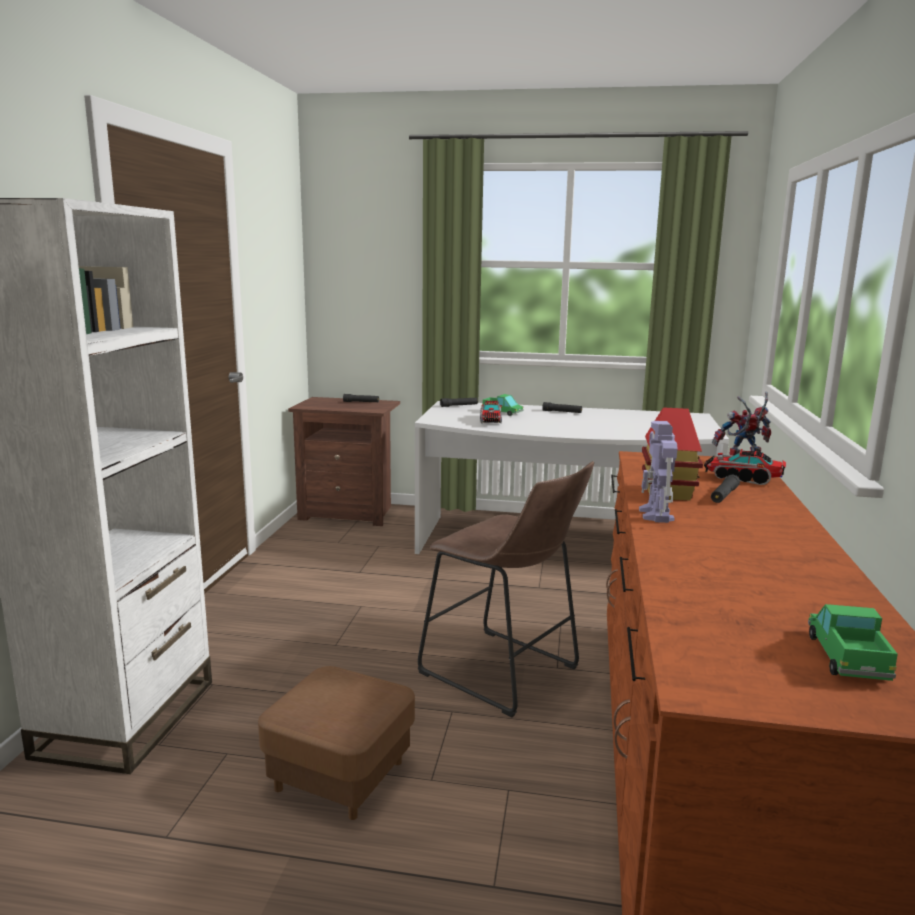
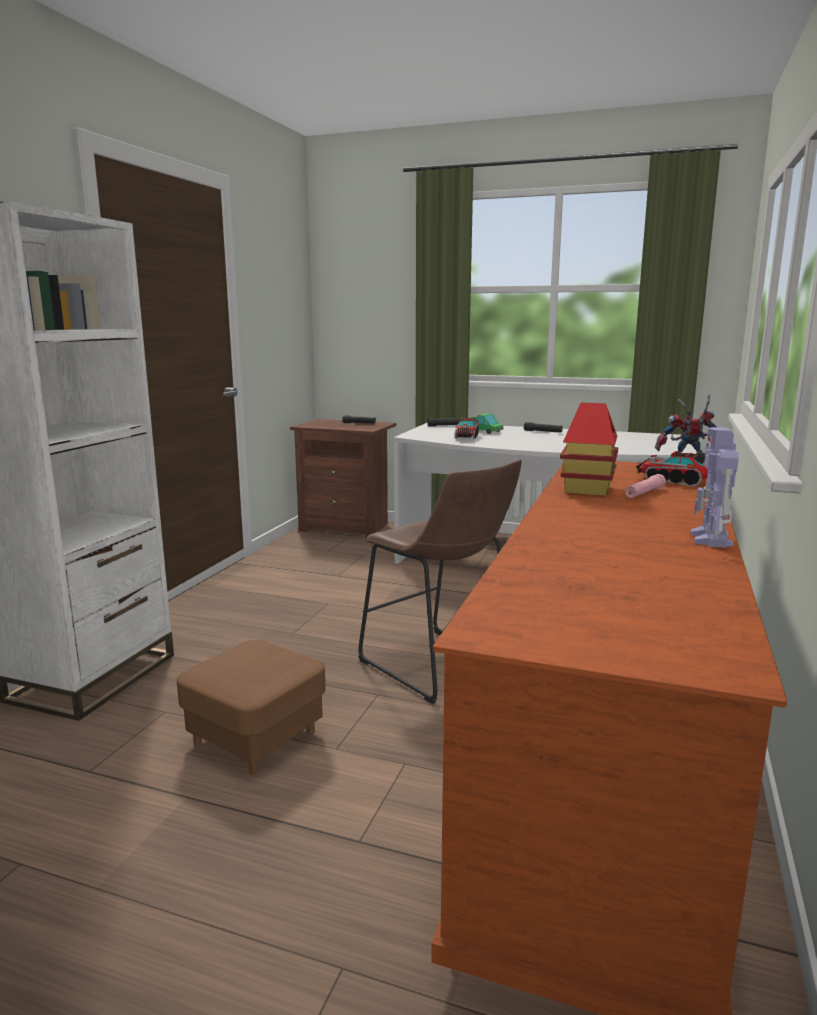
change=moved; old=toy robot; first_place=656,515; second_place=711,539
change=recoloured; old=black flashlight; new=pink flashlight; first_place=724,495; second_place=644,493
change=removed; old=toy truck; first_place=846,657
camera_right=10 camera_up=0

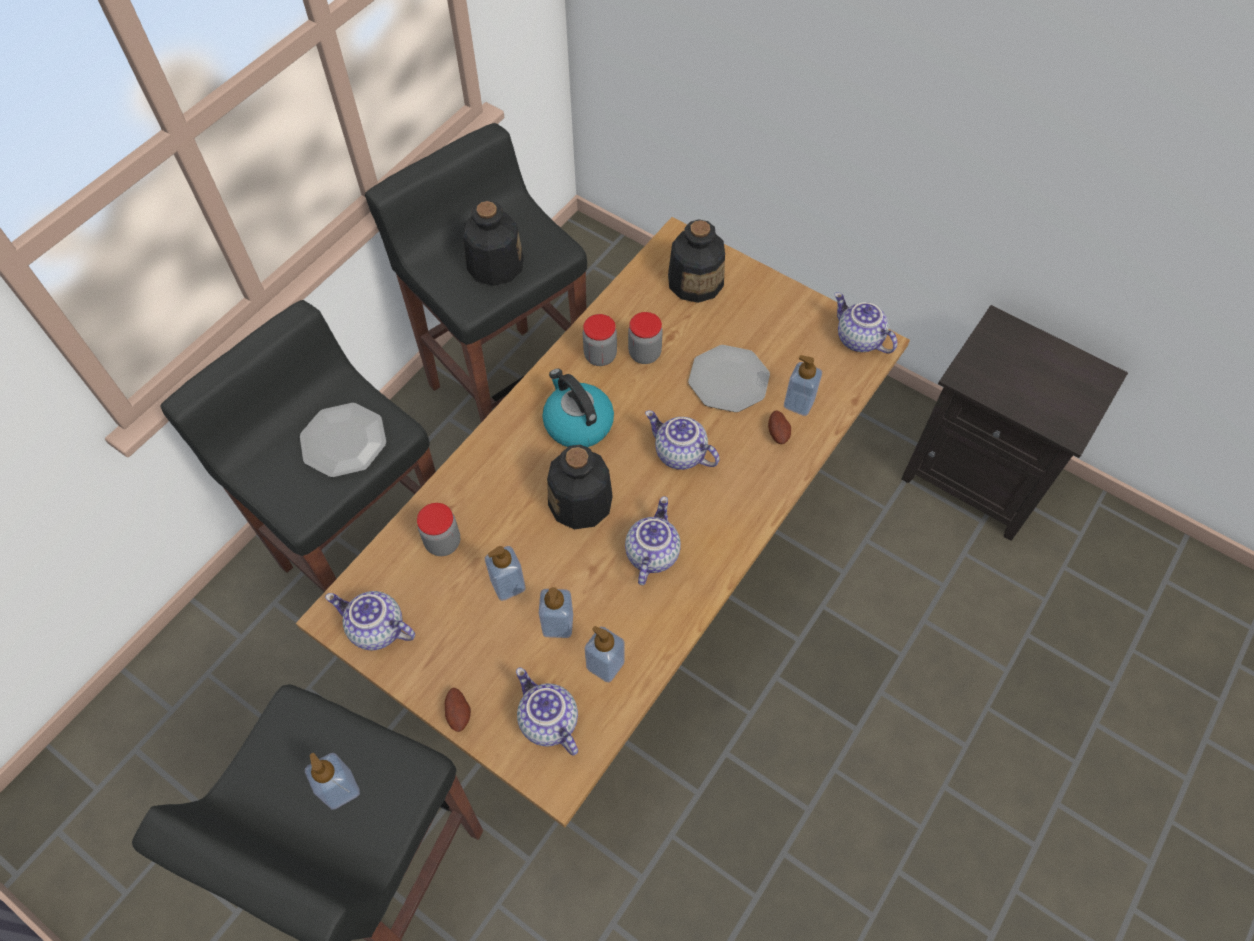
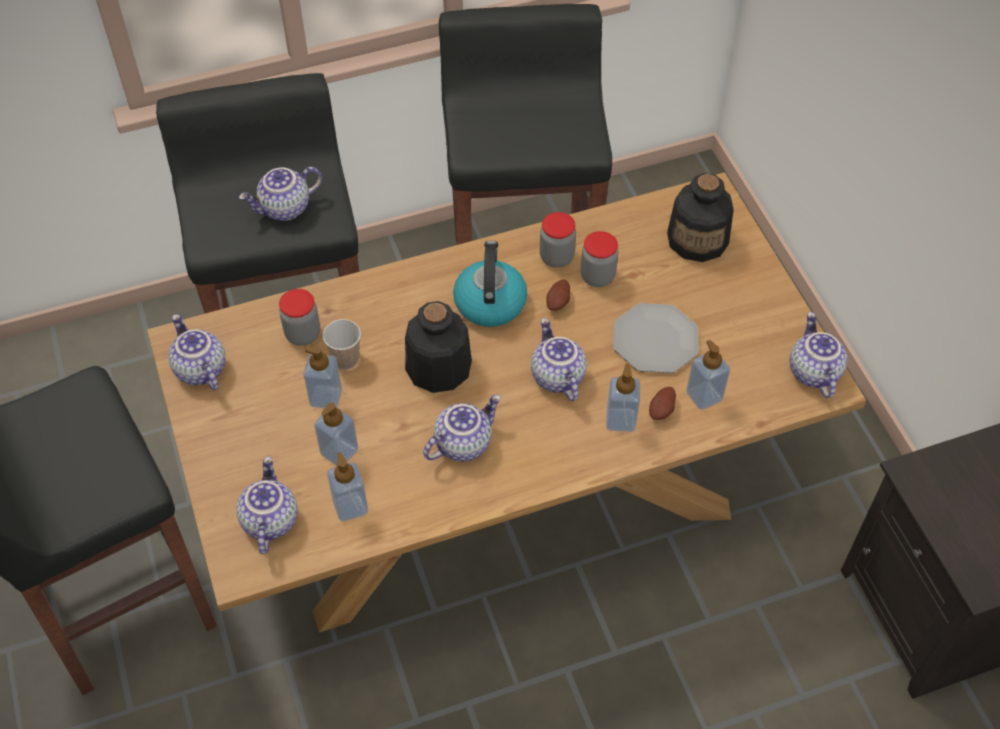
change=removed; old=bottle; first_place=494,265
change=replaced; old=plate; new=teapot; first_place=344,441; second_place=285,209
change=moved; old=potato; first_place=459,713; second_place=558,302
change=moved; old=soap dispenser; first_place=340,789; second_place=620,420
change=added; new=cup; second_place=346,359
camera_right=35 camera_up=-5

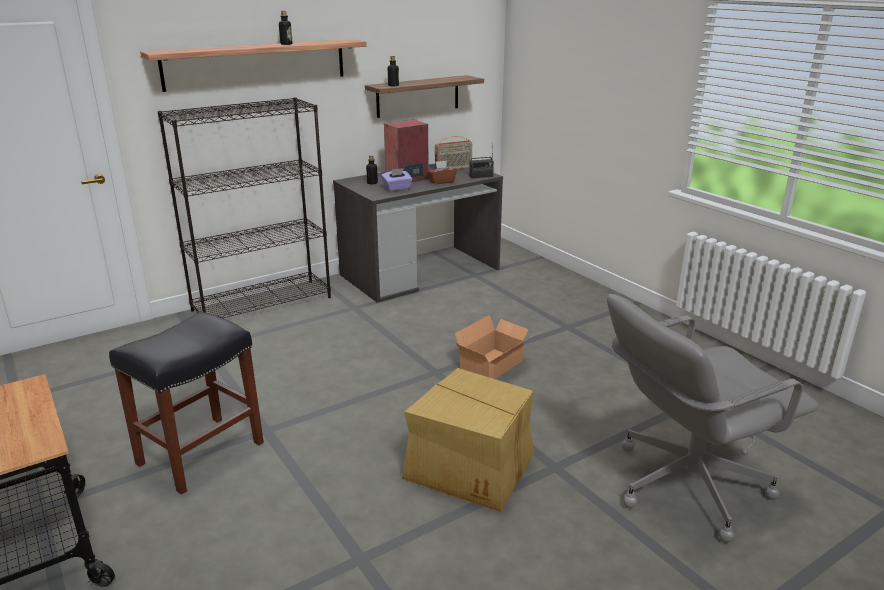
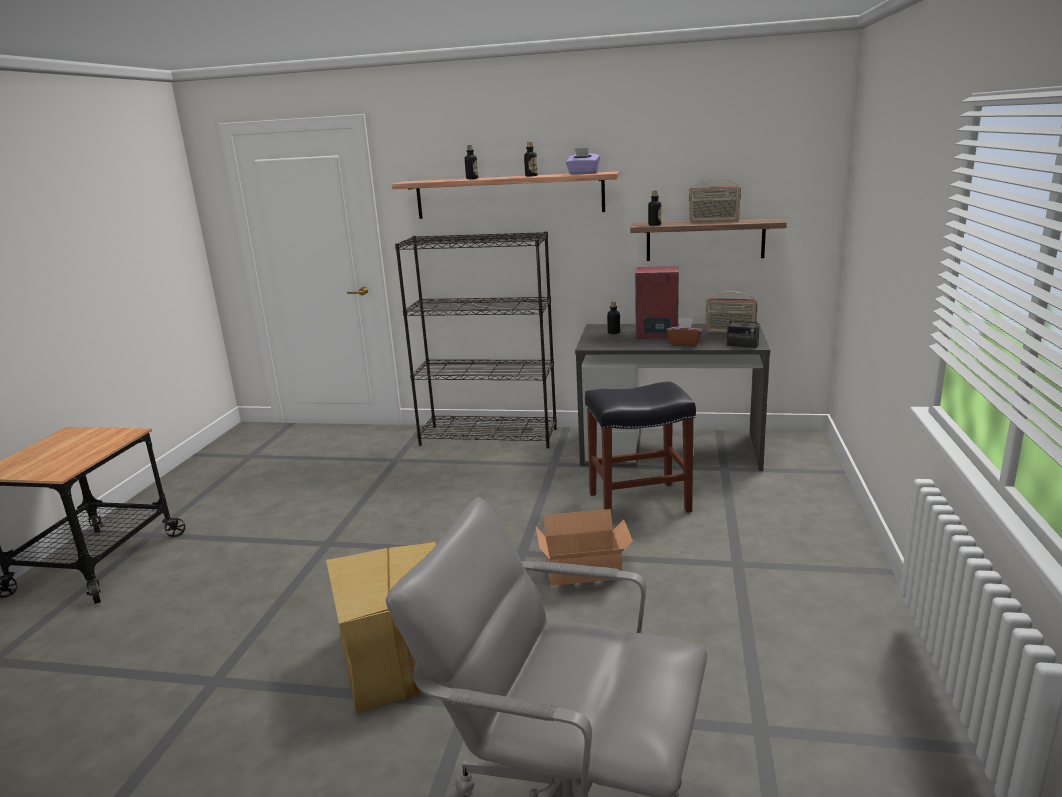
change=moved; old=purple tissue box; first_place=397,188; second_place=583,173
change=moved; old=black stool; first_place=200,454; second_place=638,503
change=added; new=bottle; second_place=472,178
change=added; new=radio; second_place=714,221
camera_right=45 camera_up=-5

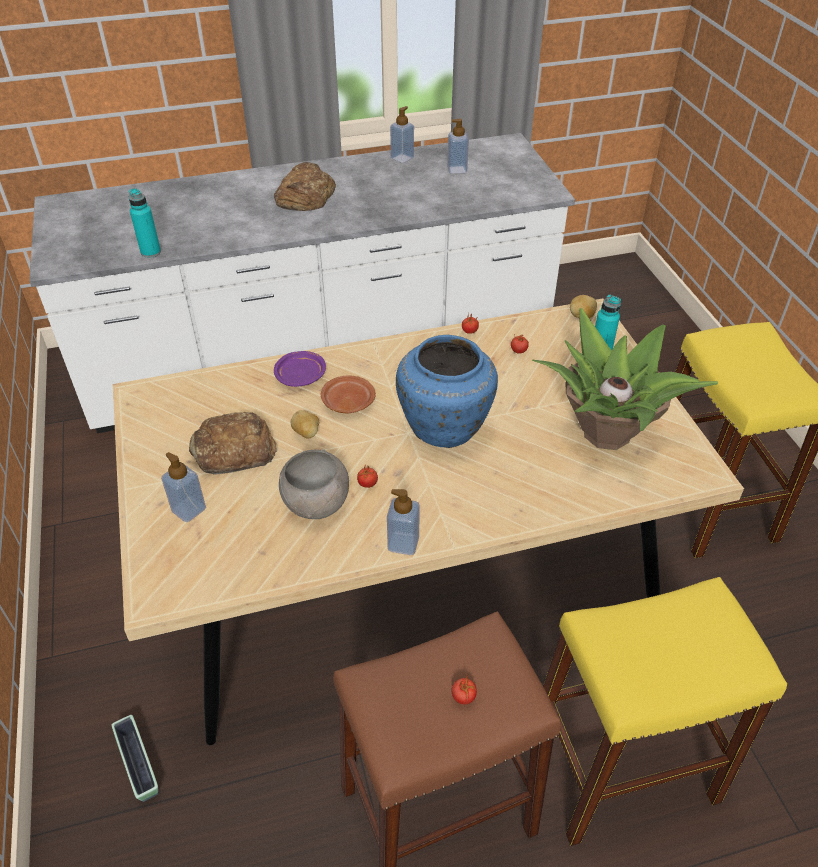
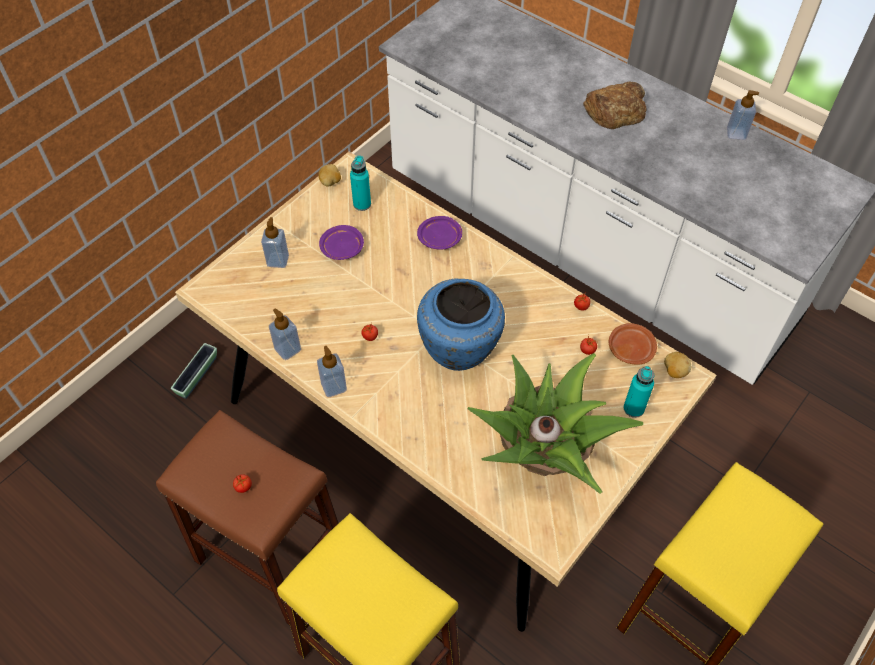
change=moved; old=soap dispenser; first_place=457,169; second_place=287,349
change=moved; old=turquoise bottle; first_place=151,252; second_place=362,204
change=moved; old=brown plate; first_place=347,402; second_place=630,348
change=moved; old=potato; first_place=307,433; second_place=330,182
change=replaced; old=bread; new=purple plate; first_place=233,450; second_place=342,248
change=removed; old=grey bowl; first_place=316,502
camera_right=55 camera_up=10

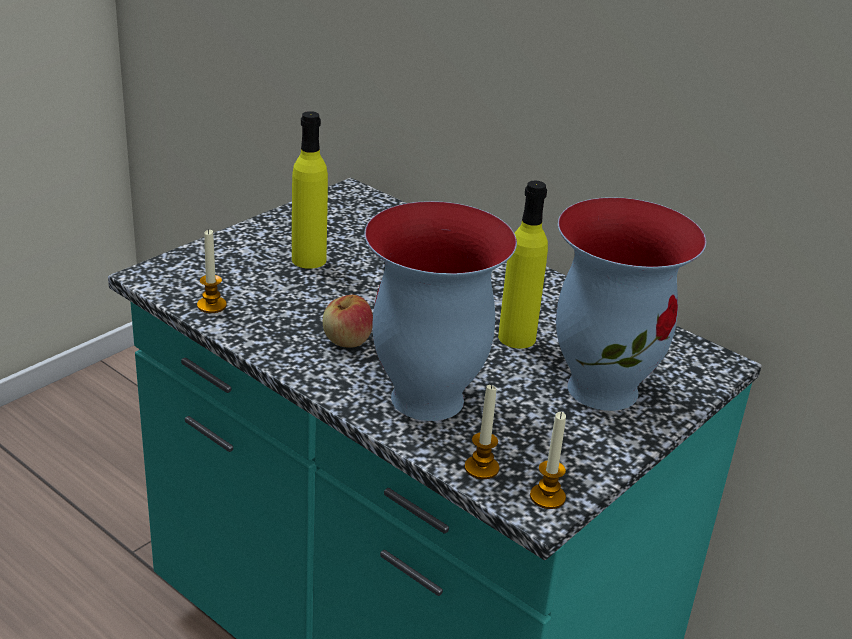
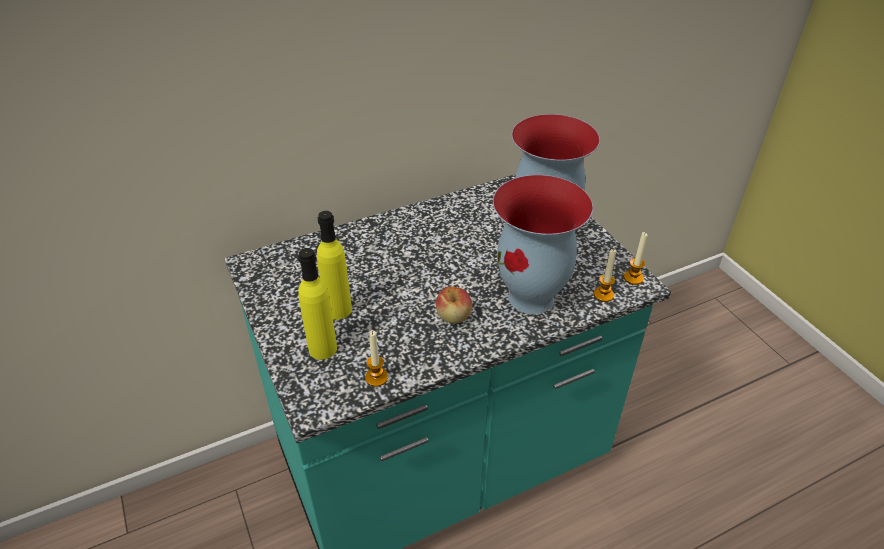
change=moved; old=yellow bottle; first_place=516,338; second_place=322,349
camera_right=-65 camera_up=10

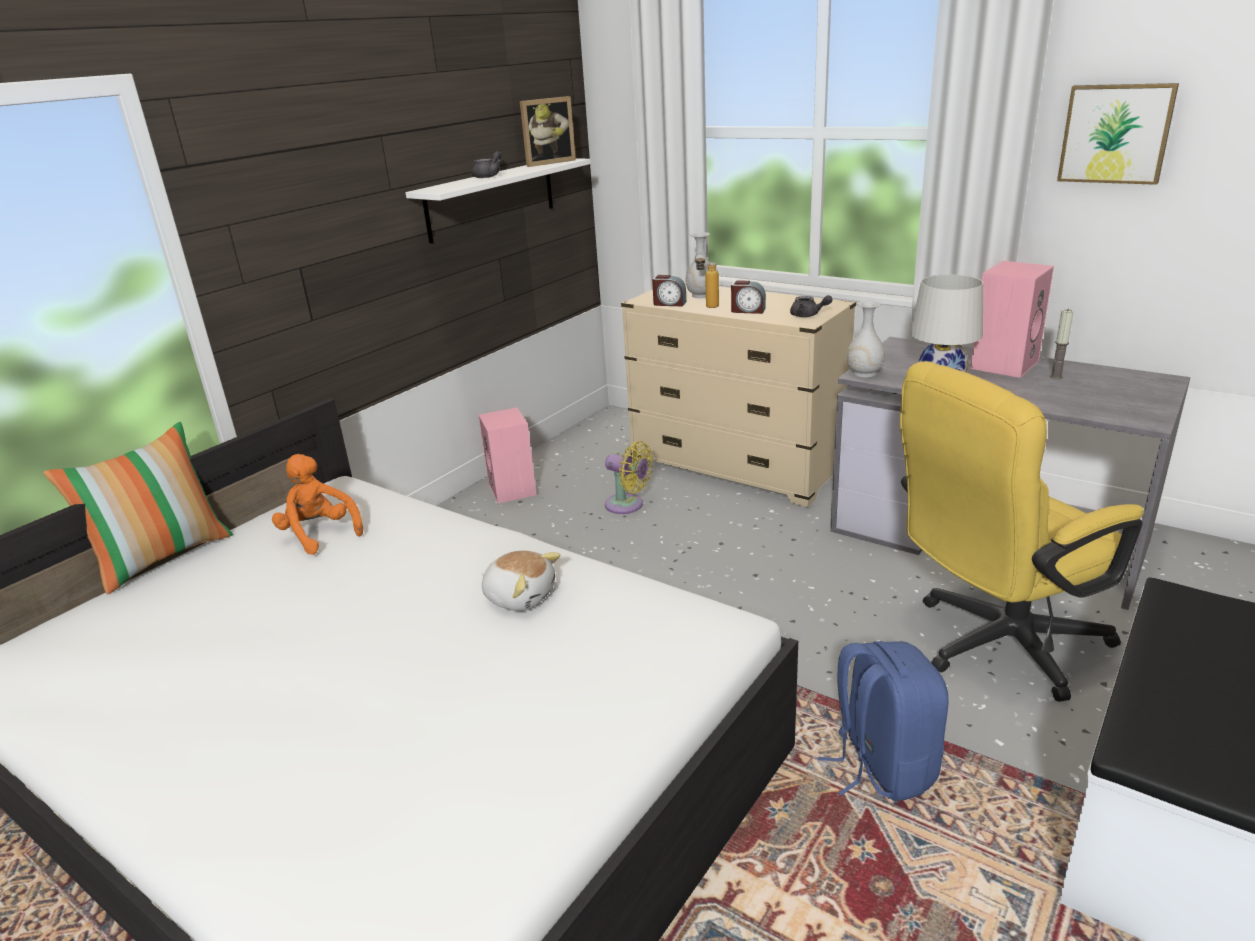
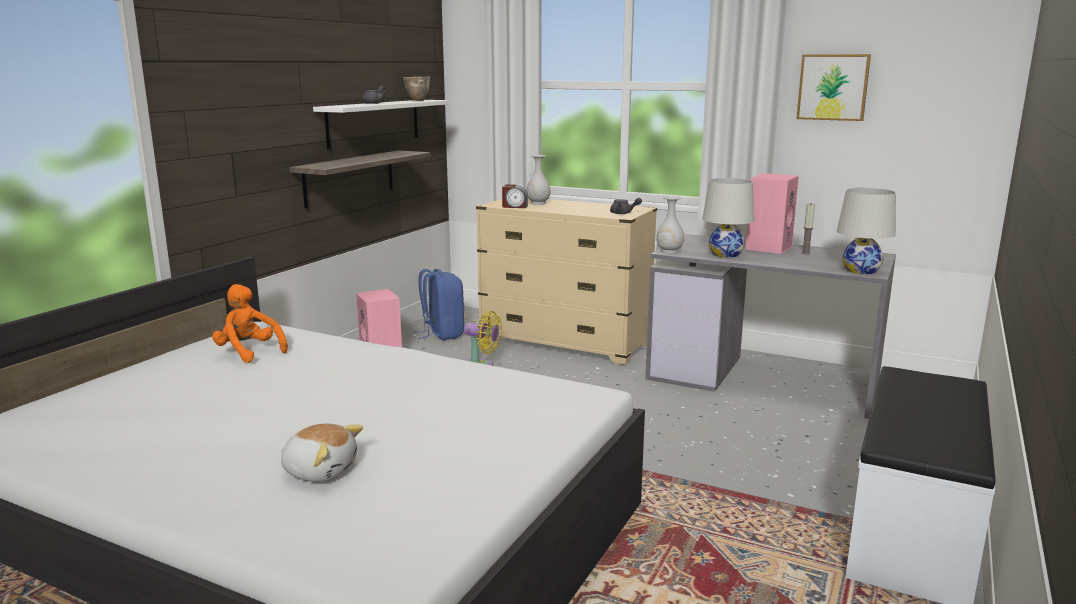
change=replaced; old=picture frame; new=bowl; first_place=548,162; second_place=417,100
change=removed; old=bottle; first_place=707,306
change=removed; old=alarm clock; first_place=748,310
change=removed; old=yellow office chair; first_place=995,645
change=removed; old=pillow; first_place=163,557
change=moved; old=plush toy; first_place=520,596; second_place=320,470
change=moved; old=blue backpack; first_place=881,766; second_place=442,334
change=added; new=shelf; second_place=349,178
change=added; new=white table lamp; second_place=861,270
camera_right=-10 camera_up=-10

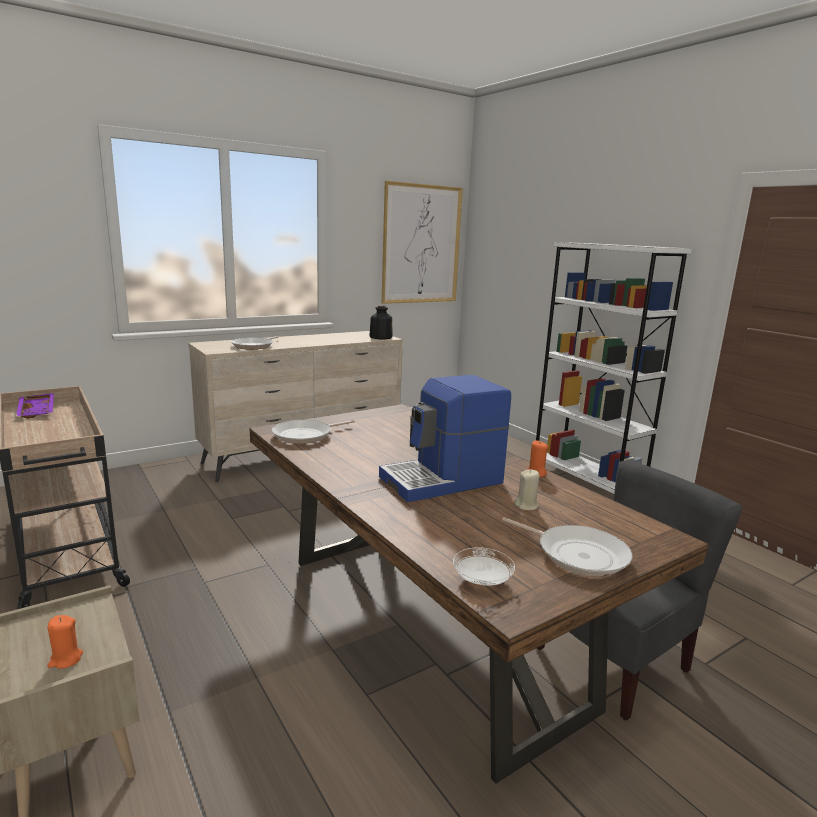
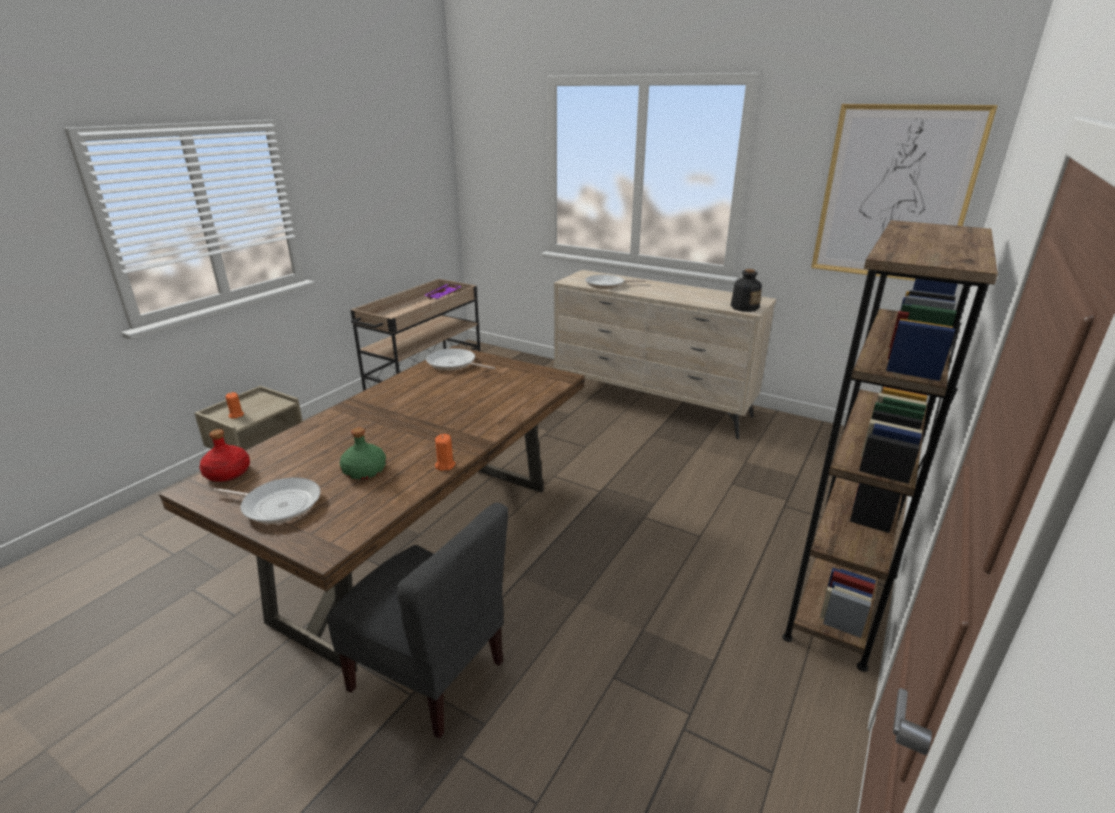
change=recoloured; old=white bookcase; new=brown bookcase; first_place=585,483; second_place=838,598
change=removed; old=coffee machine; first_place=443,480
change=replaced; old=beige candle; new=green bottle; first_place=526,505; second_place=364,471
change=turned; old=frying pan; first_place=577,554; second_place=278,505; degrees=-90
change=replaced; old=white plate; new=red bottle; first_place=482,581; second_place=228,473
camera_right=65 camera_up=10

